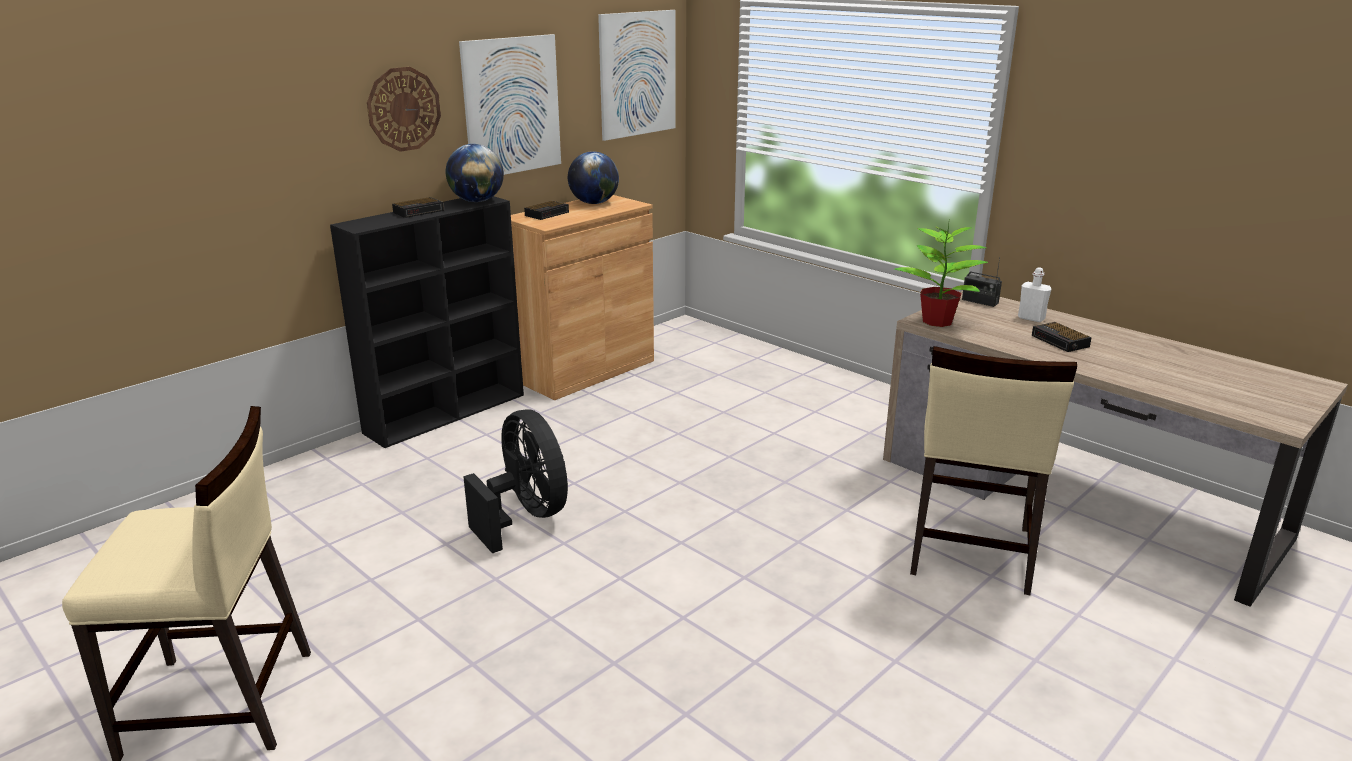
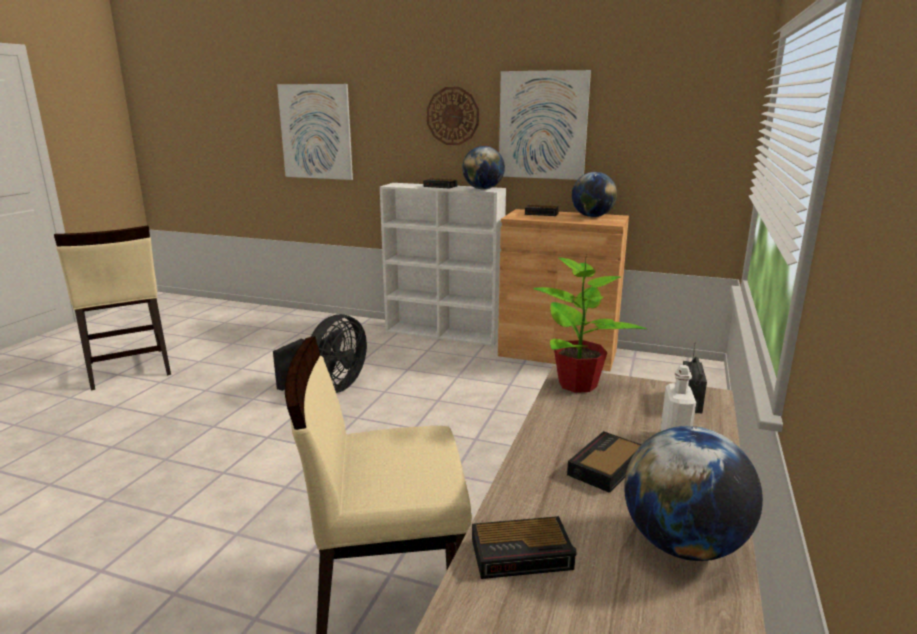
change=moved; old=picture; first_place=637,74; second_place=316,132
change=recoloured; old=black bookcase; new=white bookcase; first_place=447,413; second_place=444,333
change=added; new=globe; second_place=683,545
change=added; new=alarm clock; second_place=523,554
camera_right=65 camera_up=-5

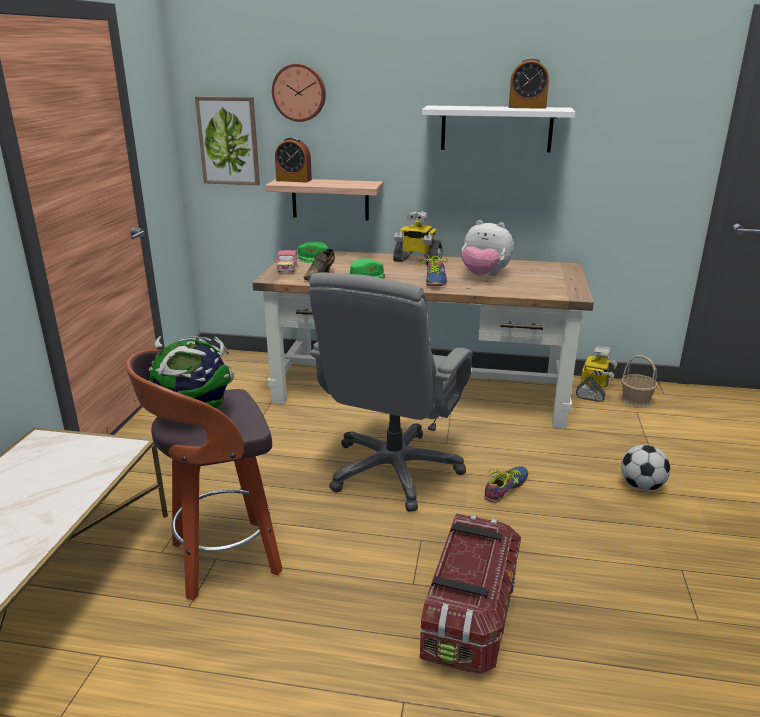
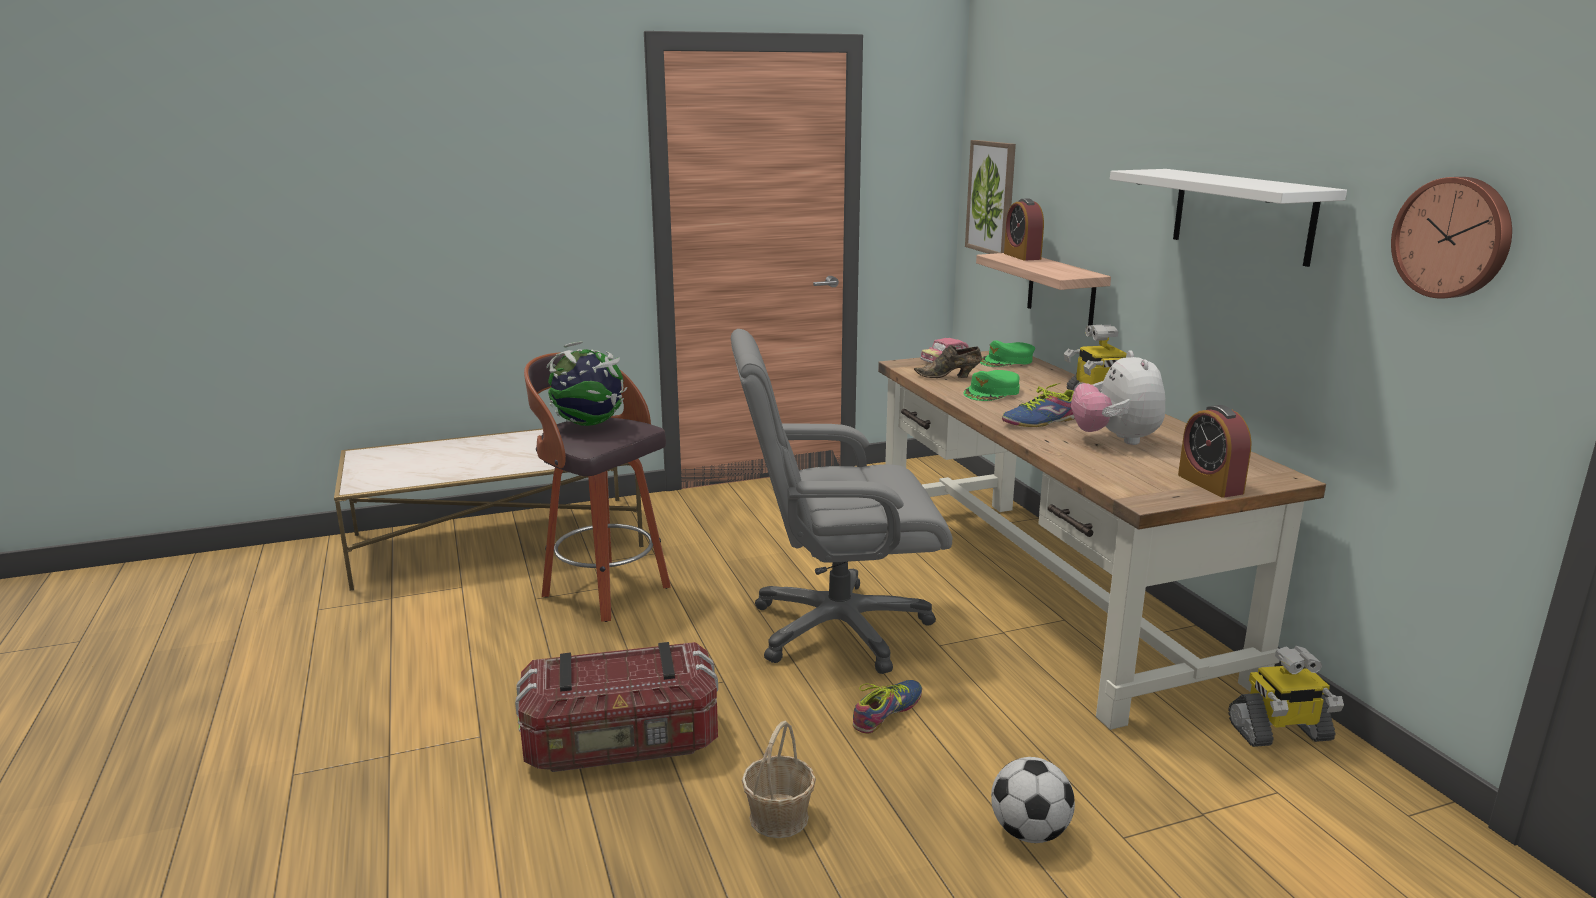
change=moved; old=alarm clock; first_place=527,107; second_place=1210,484
change=moved; old=wall clock; first_place=299,92; second_place=1454,237
change=moved; old=basket; first_place=635,401; second_place=779,817
change=turned; old=shoe; first_place=505,488; second_place=886,712; degrees=-60
camera_right=60 camera_up=-5

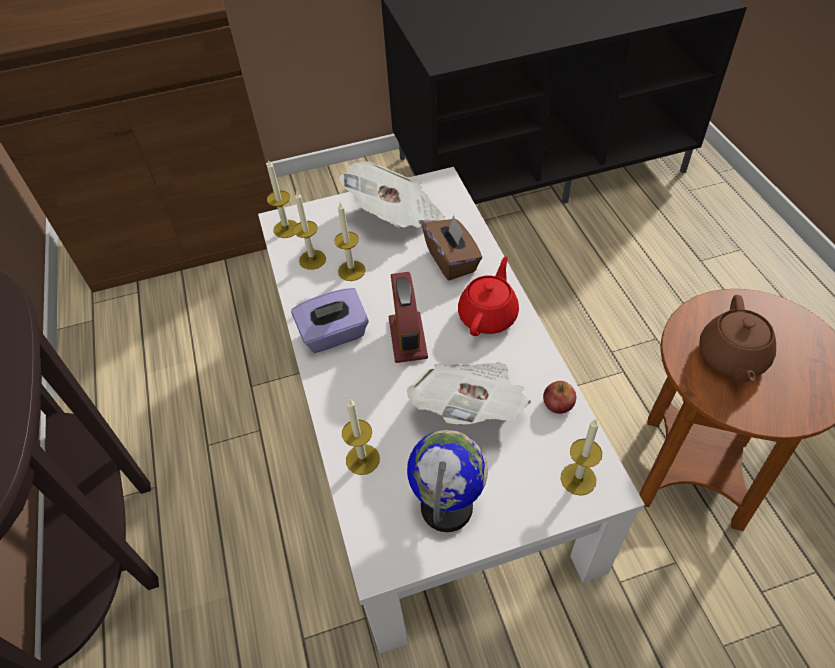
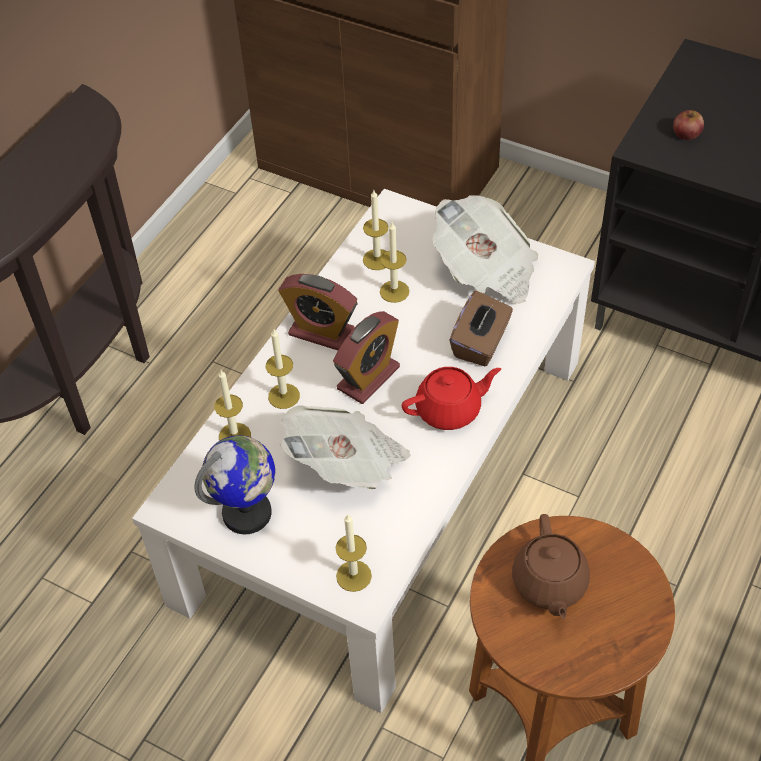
change=moved; old=candle; first_place=286,229; second_place=284,396
change=replaced; old=purple tissue box; new=alarm clock; first_place=334,335; second_place=321,332
change=turned; old=brown teapot; first_place=731,358; second_place=549,584; degrees=-60
change=moved; old=apple; first_place=558,403; second_place=686,133
camera_right=45 camera_up=0

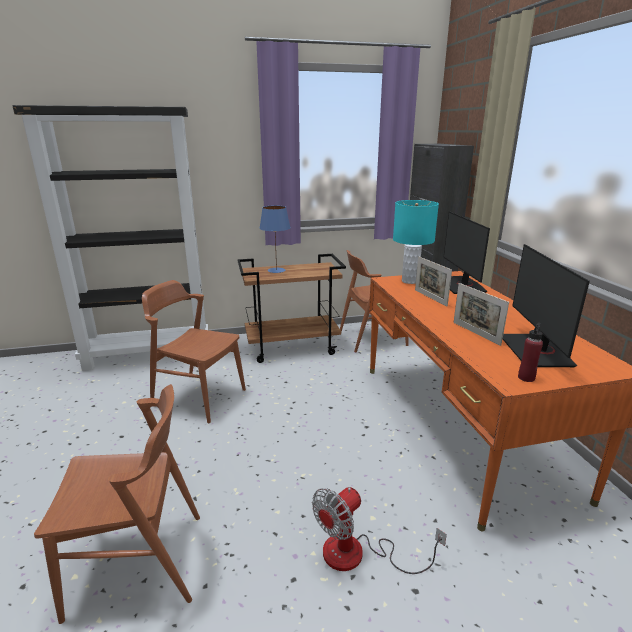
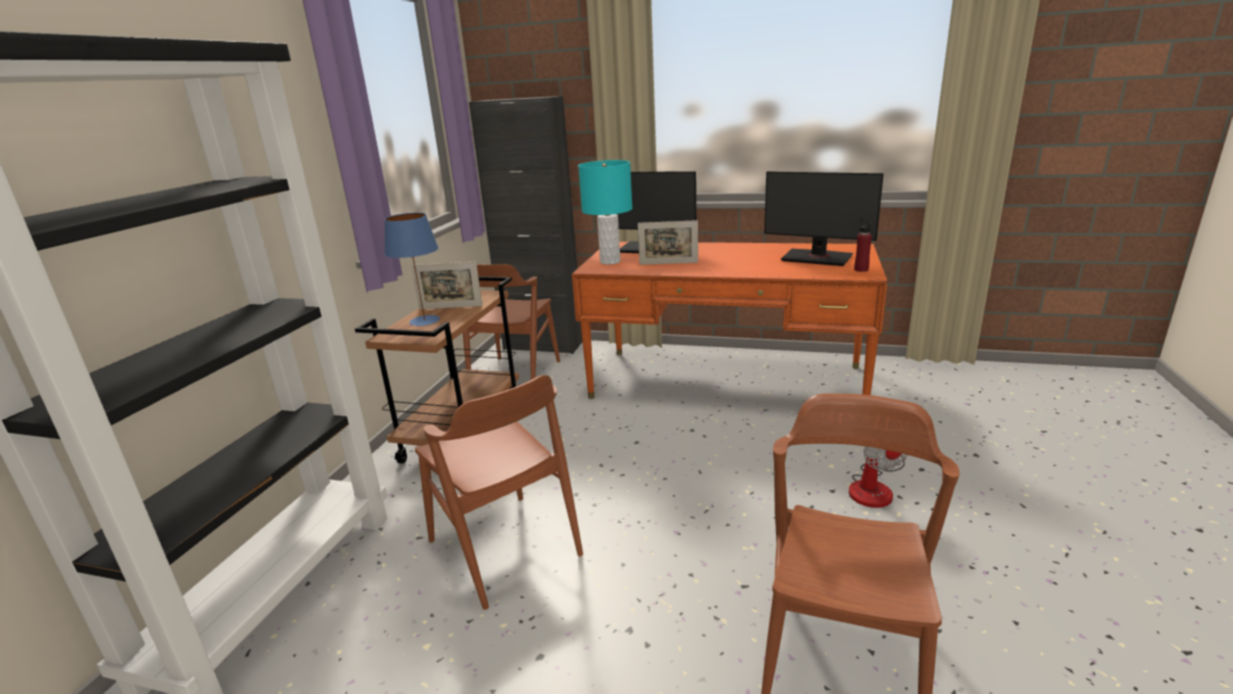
change=turned; old=brown chair; first_place=198,397; second_place=504,547; degrees=-90
change=moved; old=picture frame; first_place=476,333; second_place=451,307
camera_right=-60 camera_up=0

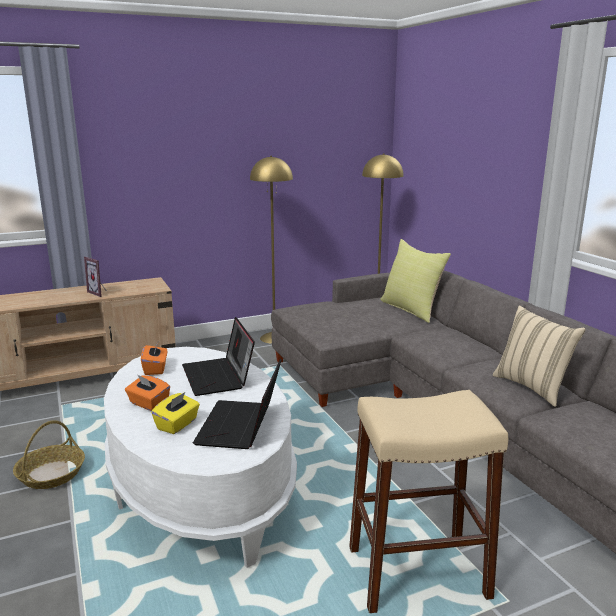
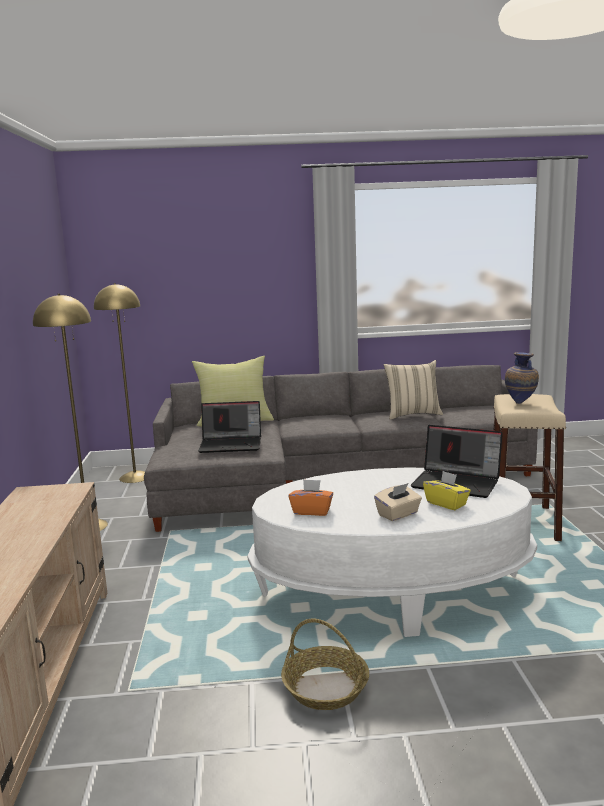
change=removed; old=picture frame; first_place=100,293
change=moved; old=laptop; first_place=219,377; second_place=232,444
change=recoloured; old=orange tissue box; new=beige tissue box; first_place=148,404; second_place=398,514
change=added; new=vase; second_place=521,403
camera_right=-70 camera_up=-5

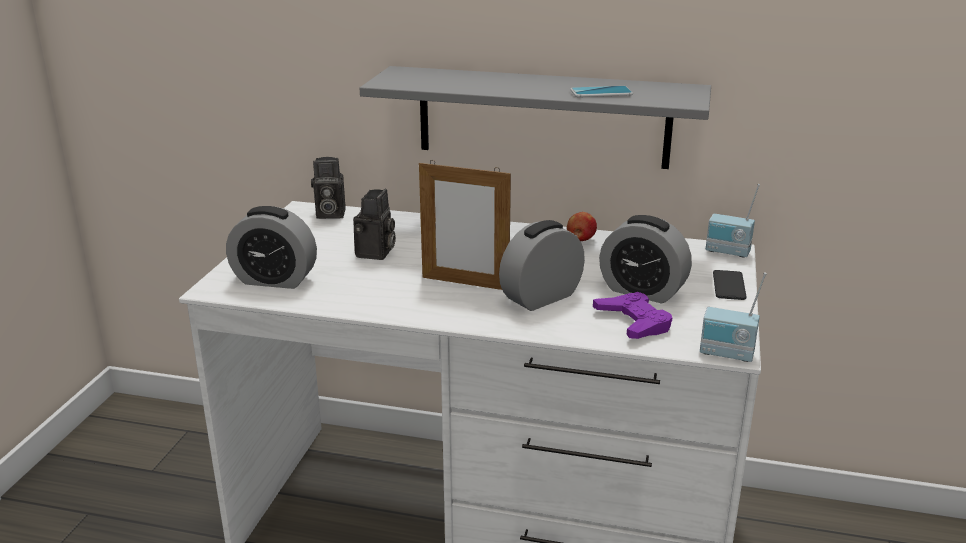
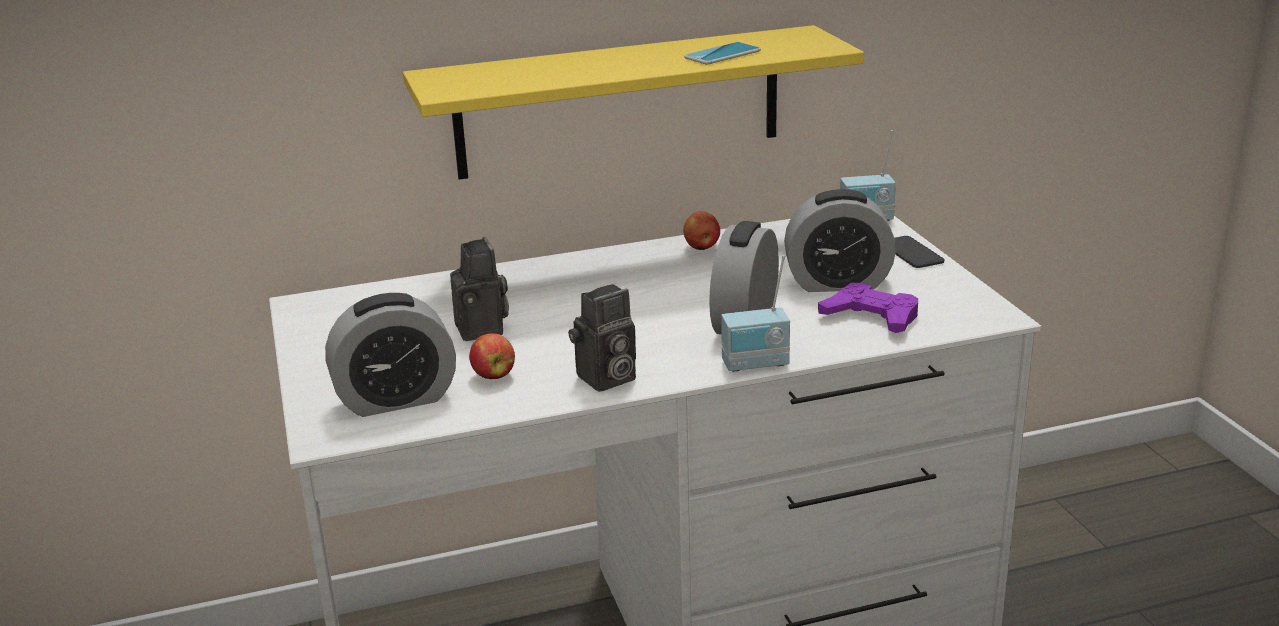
change=recoloured; old=grey shelf; new=yellow shelf; first_place=543,117; second_place=619,102
change=moved; old=photo camera; first_place=329,214; second_place=605,379
change=removed; old=picture frame; first_place=465,283
change=moved; old=radio; first_place=726,354; second_place=756,365
change=added; new=apple; second_place=493,375
camera_right=-30 camera_up=0

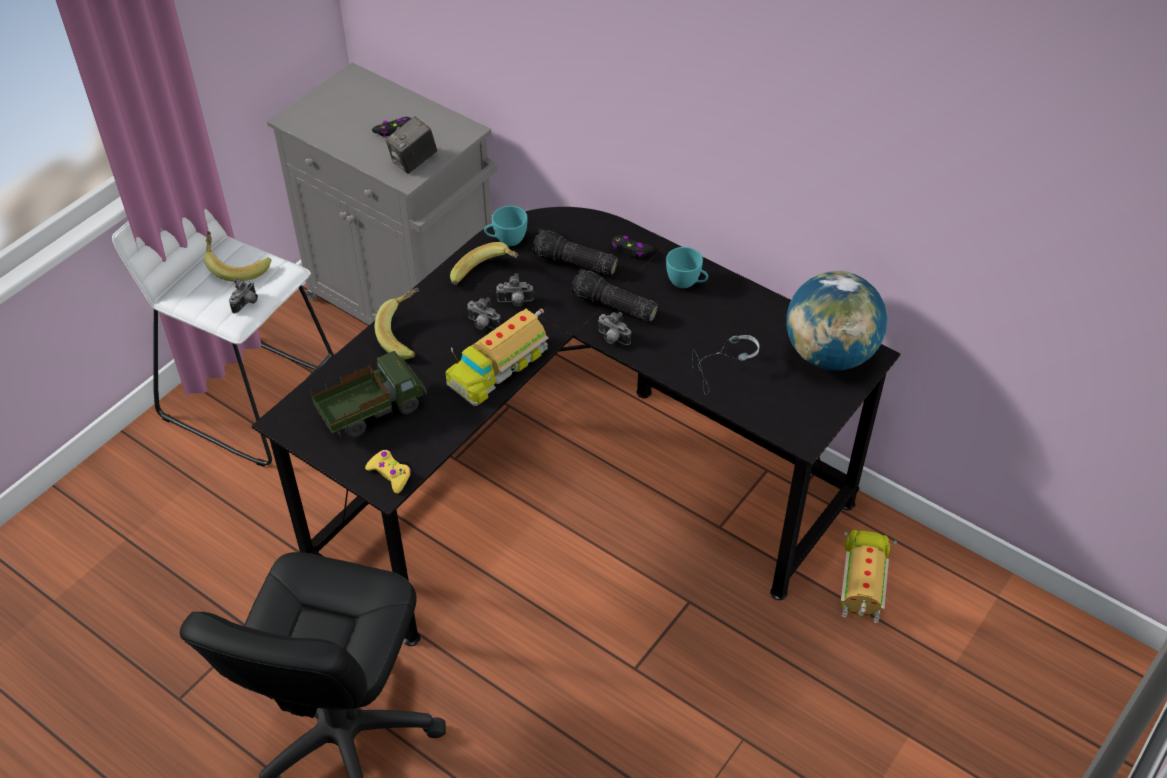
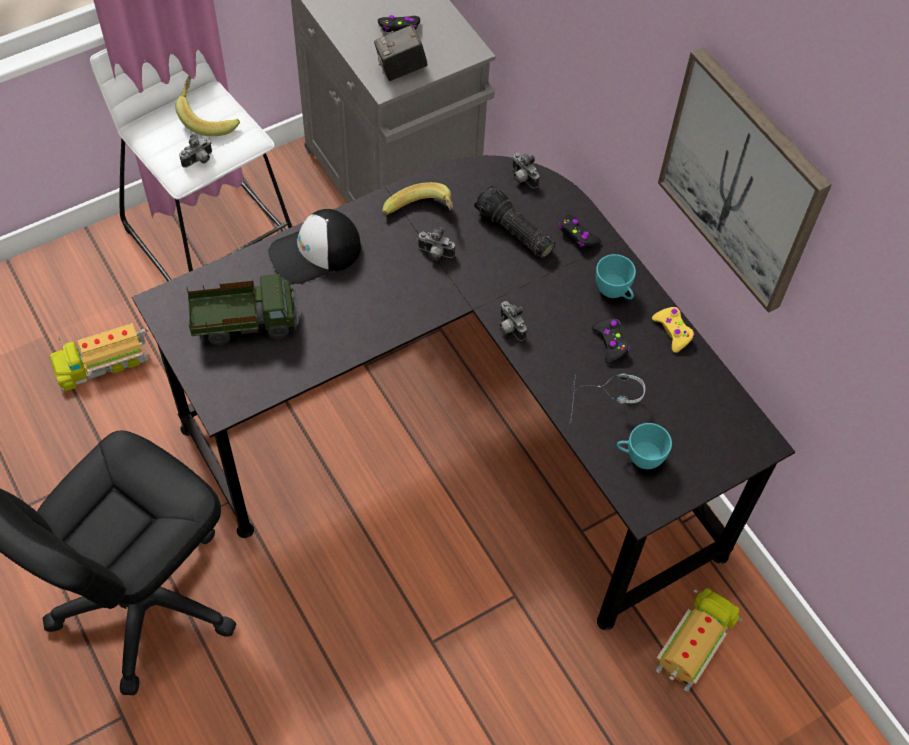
change=moved; old=turquoise cup; first_place=506,240; second_place=639,457
change=removed; old=flashlight; first_place=613,307
change=removed; old=globe; first_place=829,355
change=replaced; old=banana; new=cap; first_place=406,335; second_place=315,253
change=moved; old=photo camera; first_place=482,325; second_place=522,178
change=moved; old=toy truck; first_place=498,366; second_place=101,361
change=moved; old=yellow game controller; first_place=390,474; second_place=673,331
change=added; new=picture; second_place=742,180
change=added; new=black game controller; second_place=610,343
camera_right=20 camera_up=10

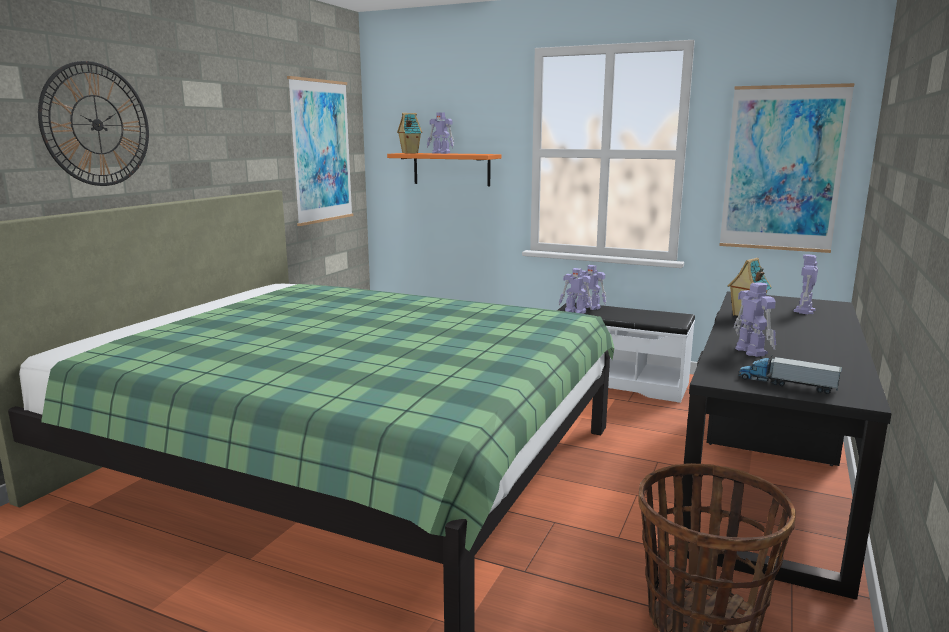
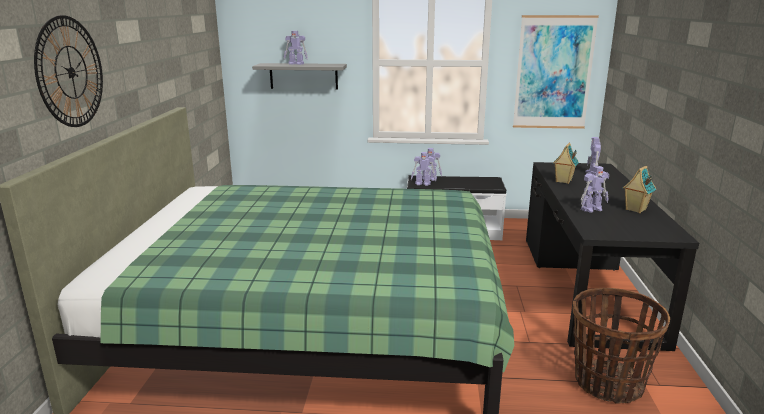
change=removed; old=picture; first_place=321,151
change=moved; old=toy house; first_place=409,153; second_place=635,210
change=recoloured; old=orange shelf; new=grey shelf; first_place=451,169; second_place=303,76
change=turned; old=toy robot; first_place=750,351; second_place=592,209; degrees=105
change=removed; old=toy truck; first_place=786,384
camera_right=-20 camera_up=5

